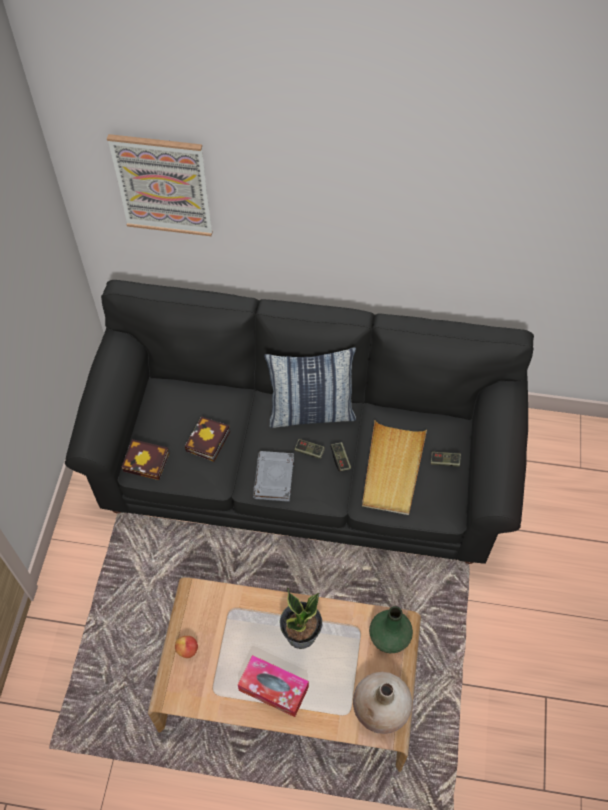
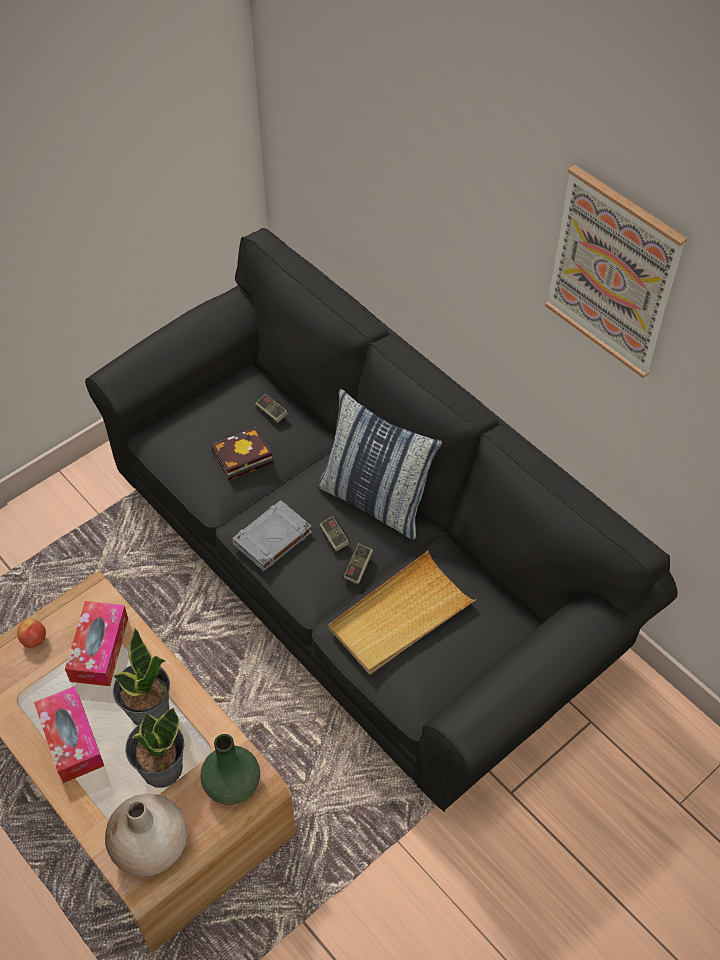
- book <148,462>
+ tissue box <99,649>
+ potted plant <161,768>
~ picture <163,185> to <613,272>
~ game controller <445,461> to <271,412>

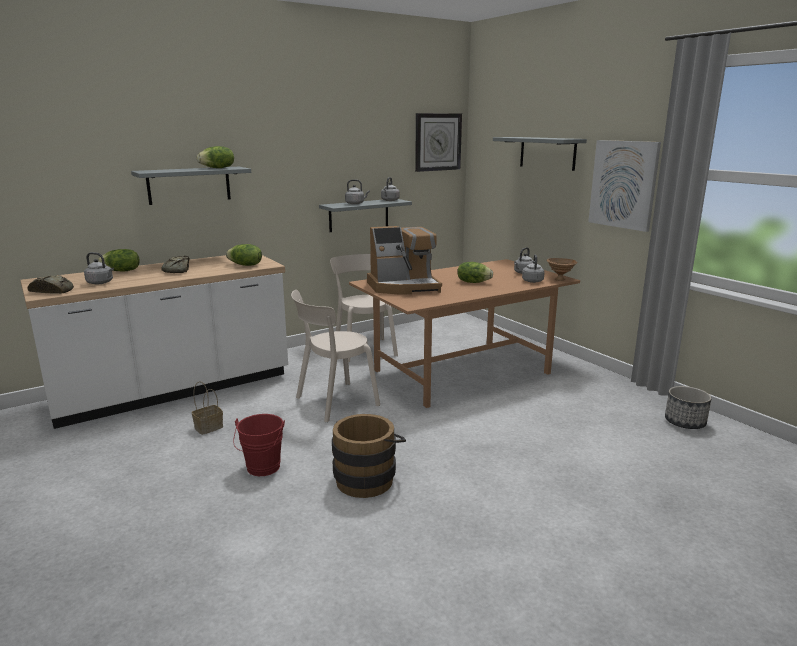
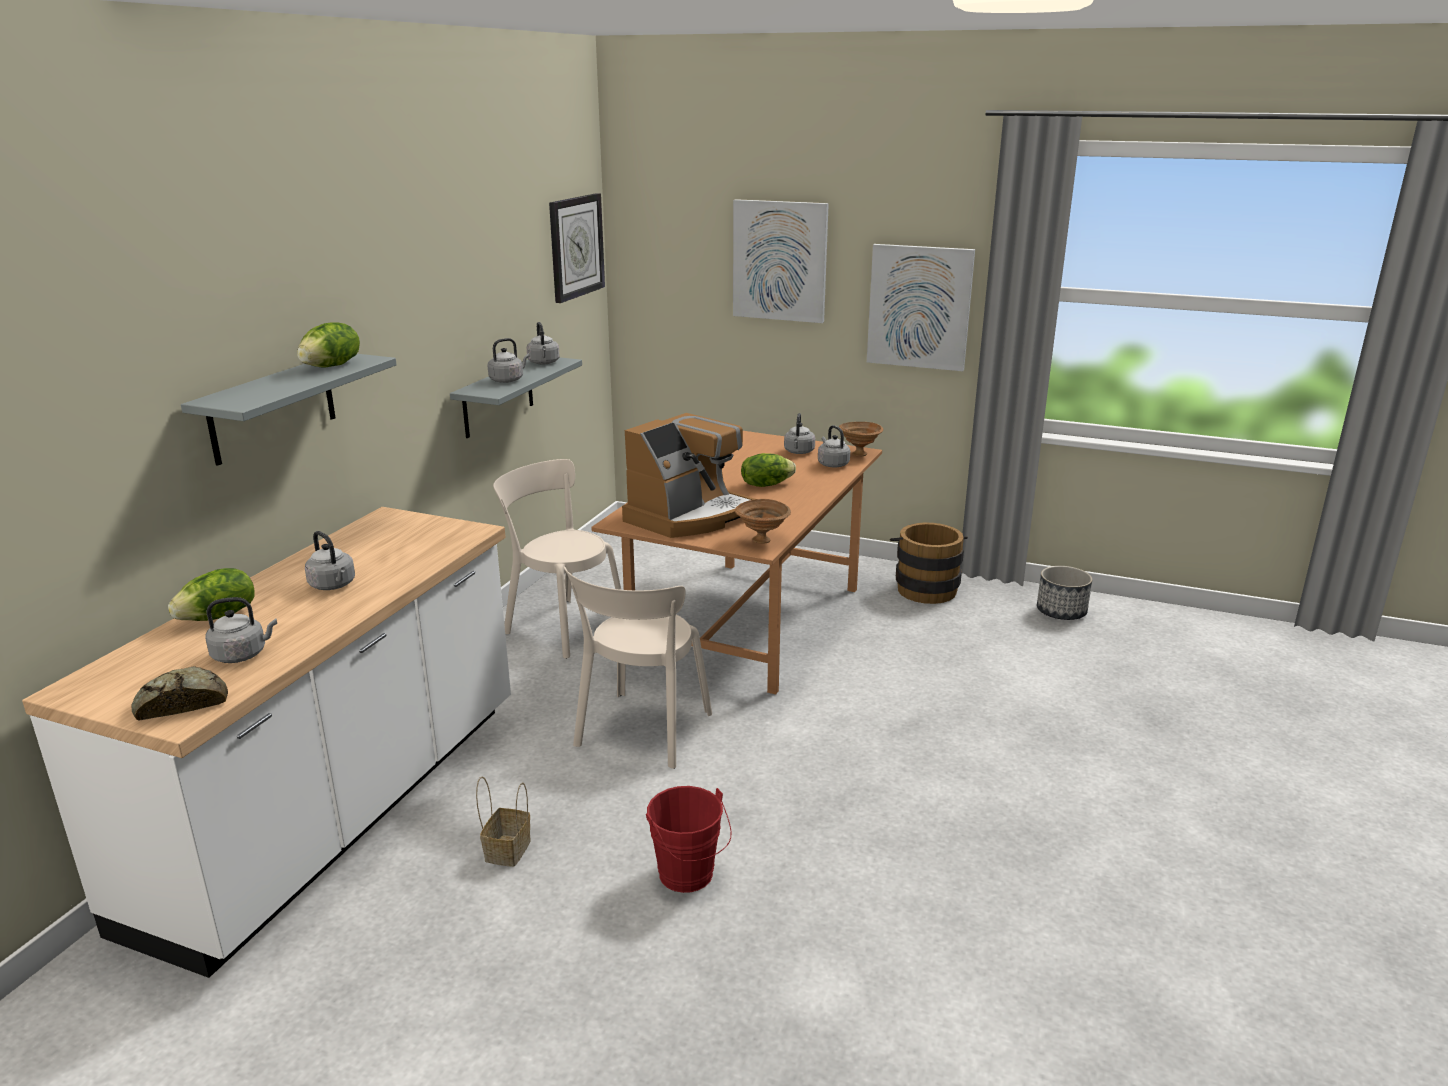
- lettuce <245,265>
+ bowl (brown) <763,540>
~ bucket (brown) <368,478> to <925,587>
~ bread <177,270> to kettle (grey) <333,585>
~ shelf (grey) <547,153> to picture <780,261>

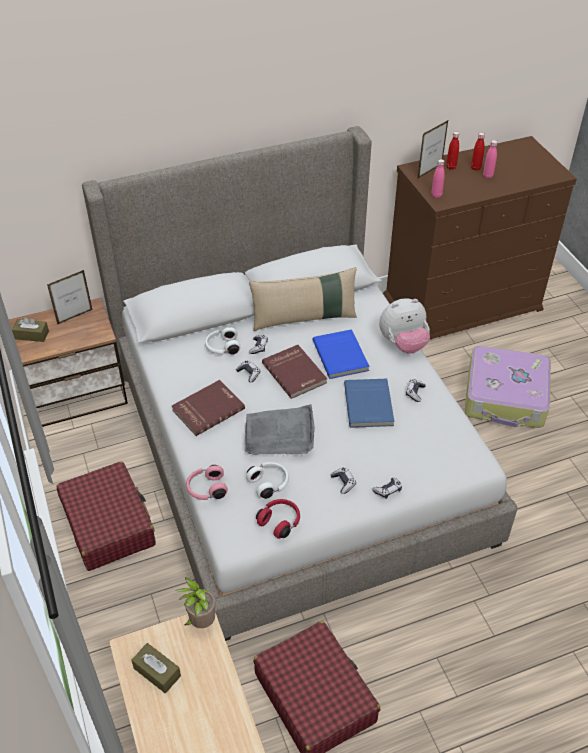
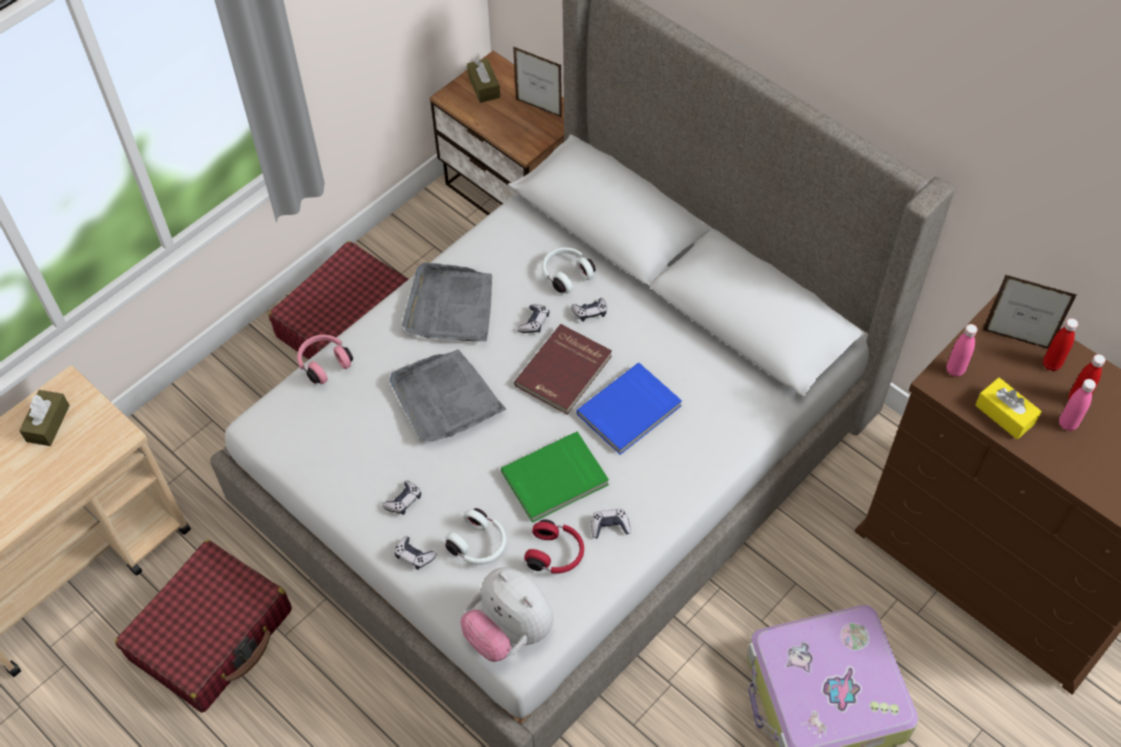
- potted plant <201,622>
- pillow (beige) <304,318>
+ tissue box (yellow) <1005,414>
~ headphones (white) <269,483> to <479,545>
~ headphones (red) <280,521> to <556,554>
~ plush toy <403,344> to <509,631>
~ book (red) <207,409> to tray (grey) <450,307>
~ book (blue) <369,404> to book (green) <555,480>

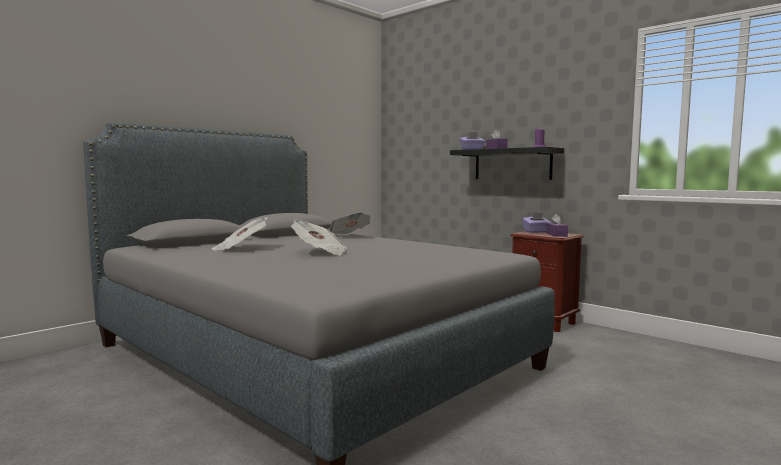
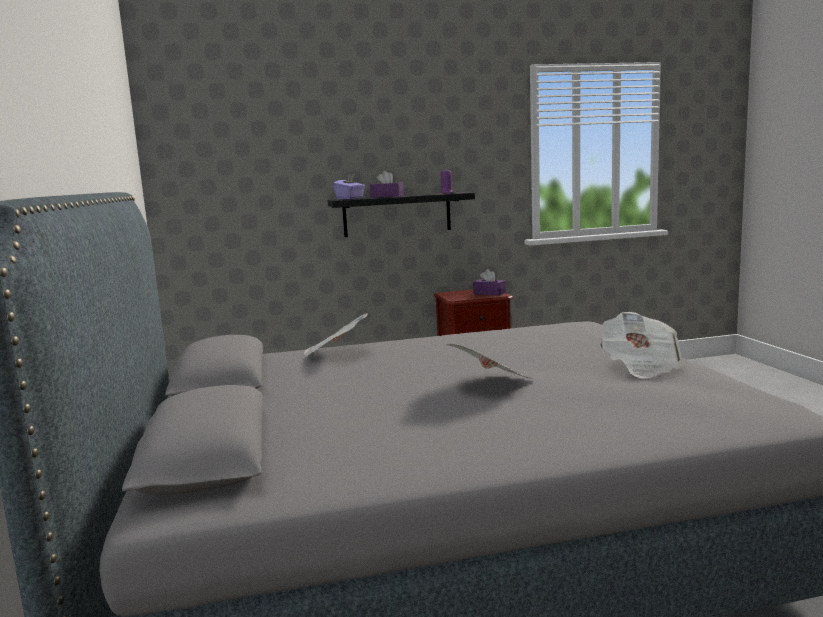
- tissue box (purple) <536,232>
~ newspaper <240,248> to <640,366>

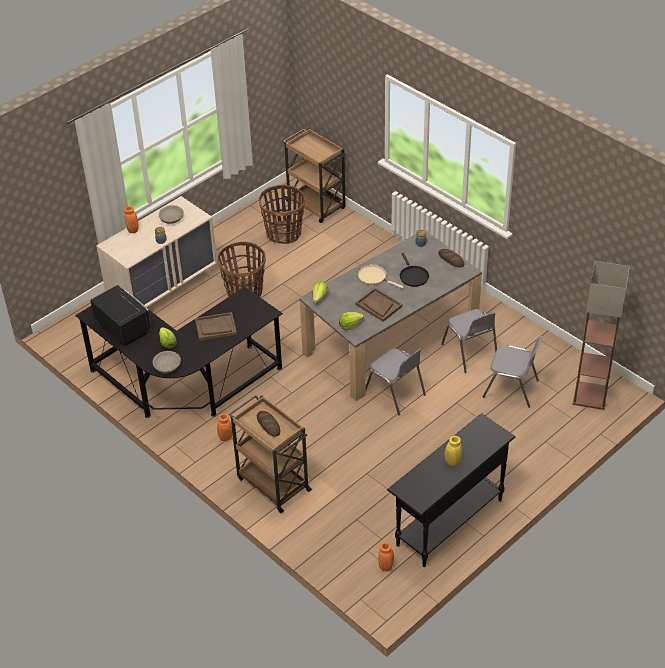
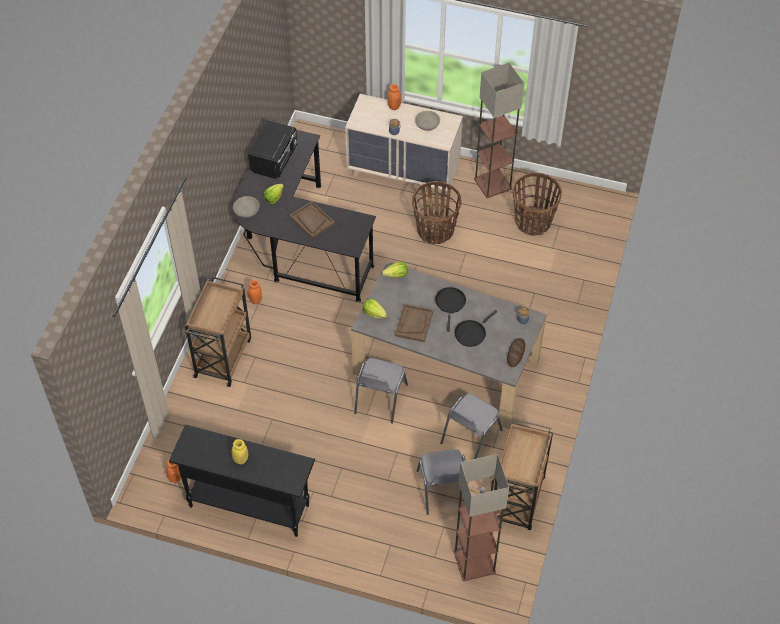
- bread <268,425>
+ floor lamp <492,183>
~ cart (brown) <316,205> to <517,500>
~ frying pan (beige) <374,277> to frying pan (black) <450,303>

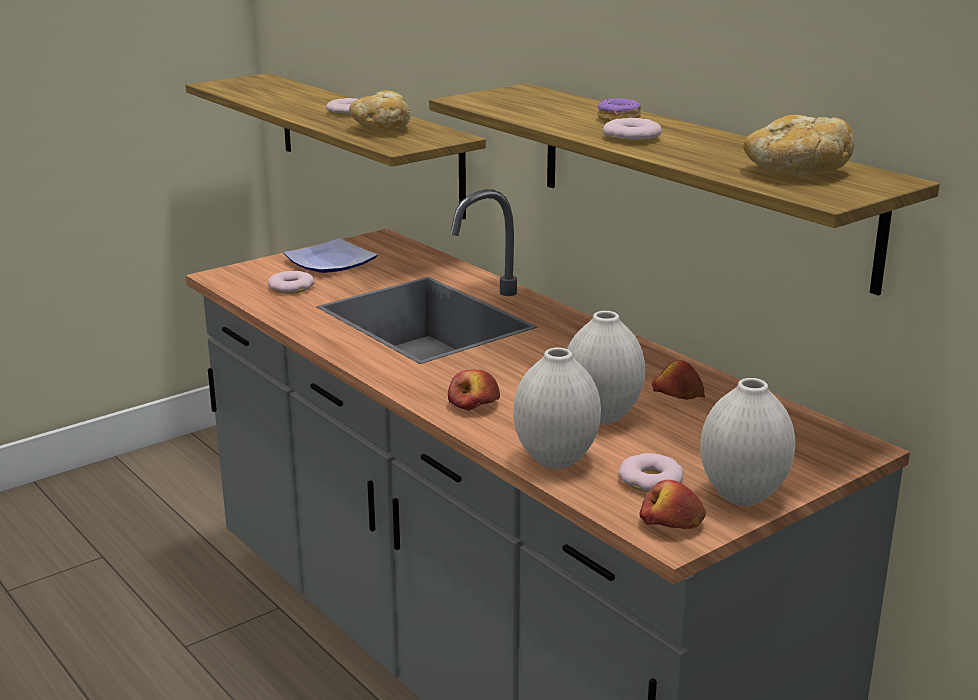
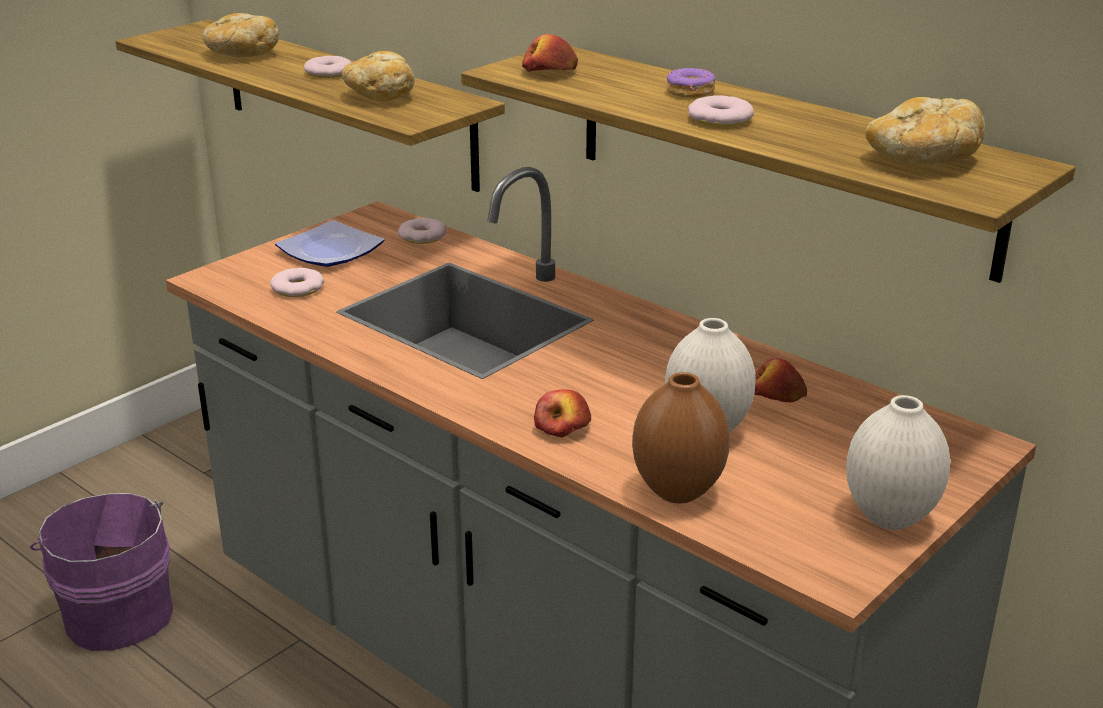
+ bucket (purple) <117,612>
+ bread <241,55>
~ donut <651,480> to <423,236>
~ apple <671,524> to <549,73>
~ vase (white) <556,460> to vase (brown) <678,491>

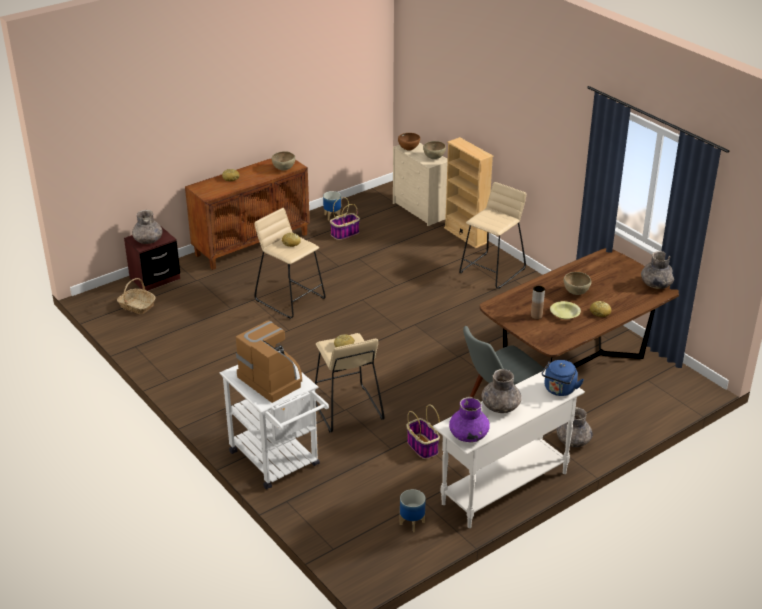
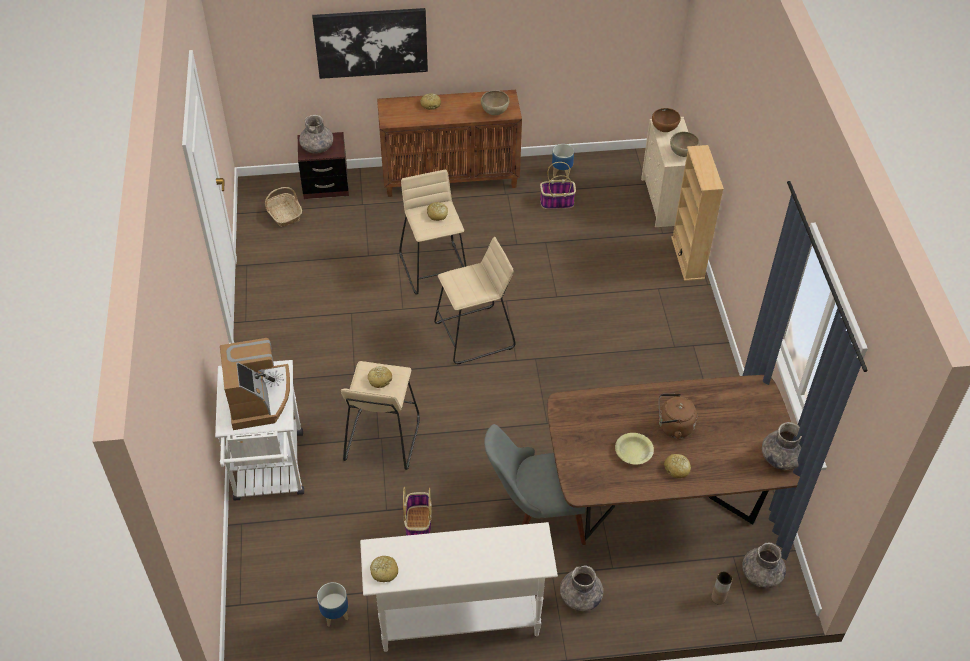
- kettle (blue) <559,390>
+ picture <371,42>
~ stool (beige) <492,271> to <474,335>
~ vase (grey) <500,407> to <761,574>
~ vase (brown) <536,316> to <718,598>
~ vase (purple) <468,435> to bread <384,571>
~ bowl (brown) <575,293> to kettle (brown) <673,426>

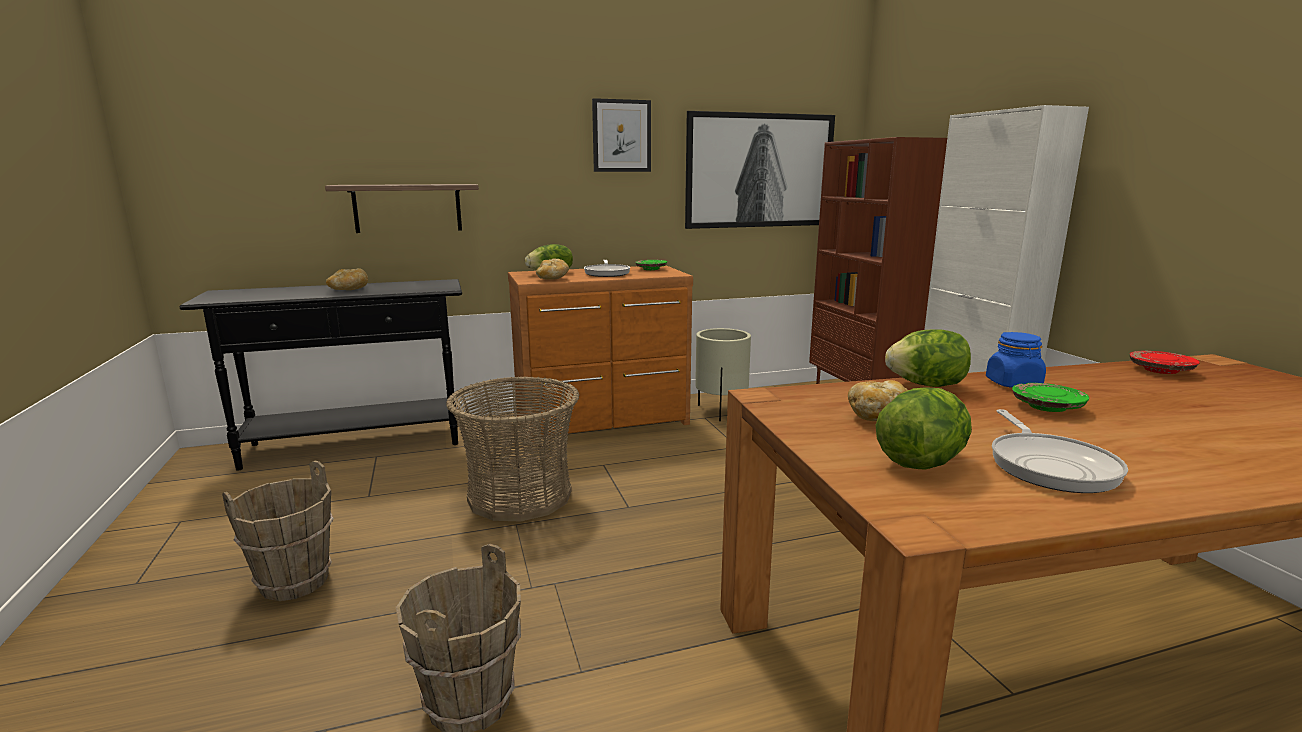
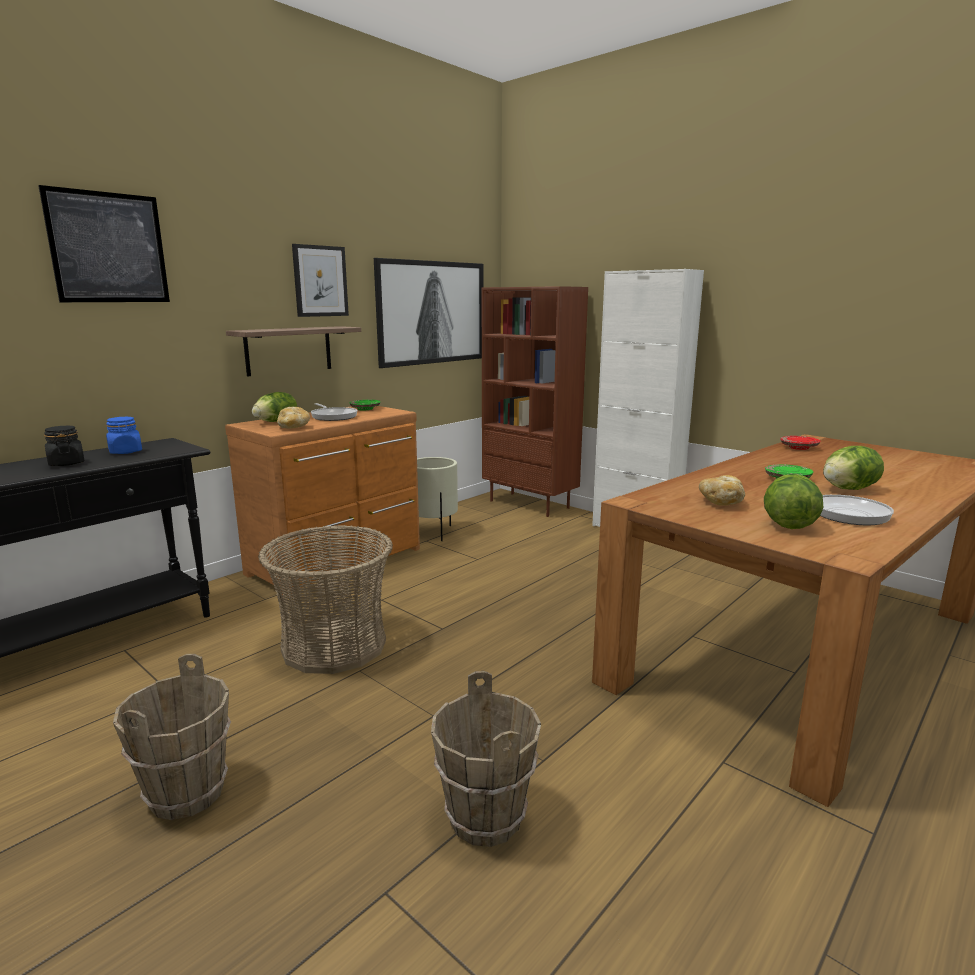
+ picture <108,248>
~ shelf <407,208> to <289,350>
~ lettuce <926,385> to <848,489>
~ jar (blue) <1013,384> to <125,452>
~ bread <349,290> to jar (black) <66,463>

